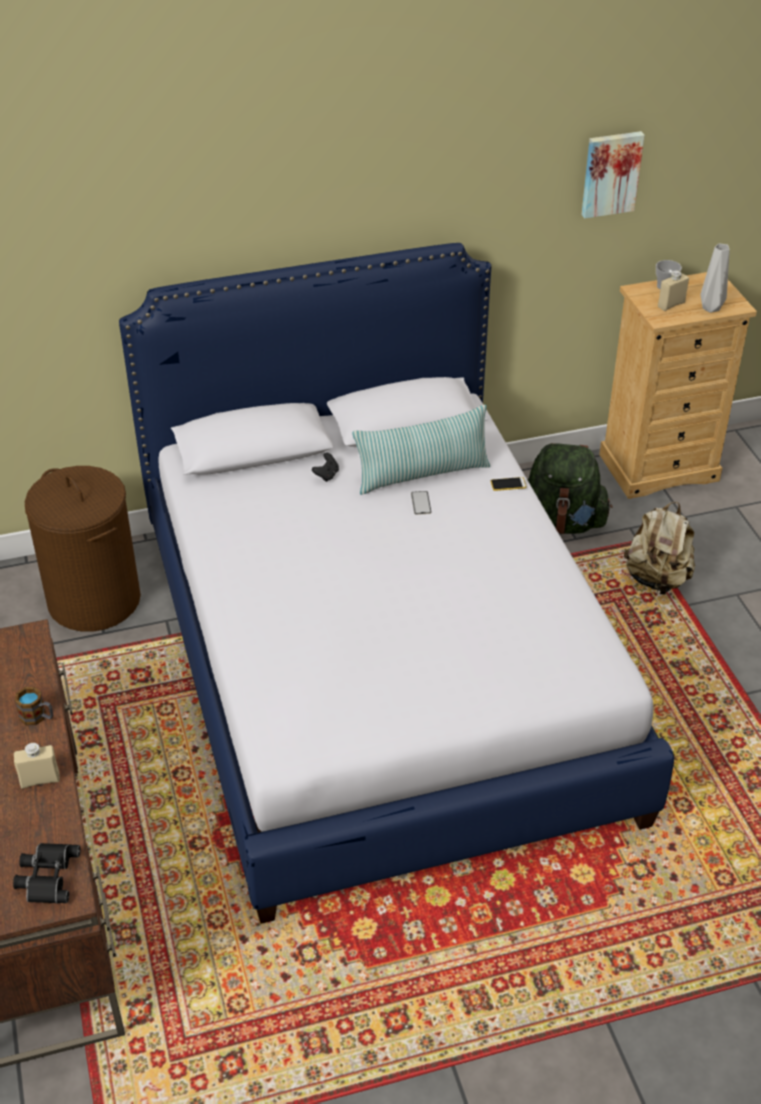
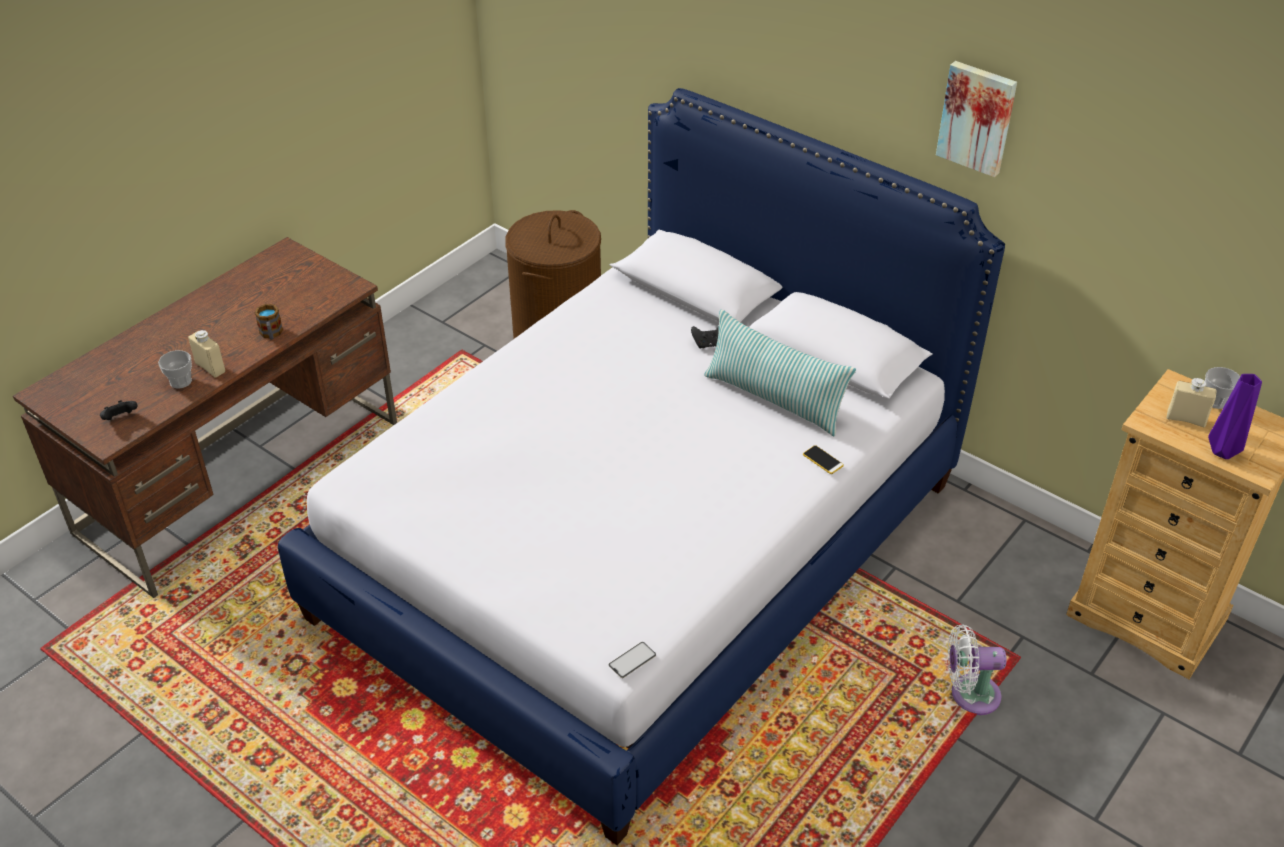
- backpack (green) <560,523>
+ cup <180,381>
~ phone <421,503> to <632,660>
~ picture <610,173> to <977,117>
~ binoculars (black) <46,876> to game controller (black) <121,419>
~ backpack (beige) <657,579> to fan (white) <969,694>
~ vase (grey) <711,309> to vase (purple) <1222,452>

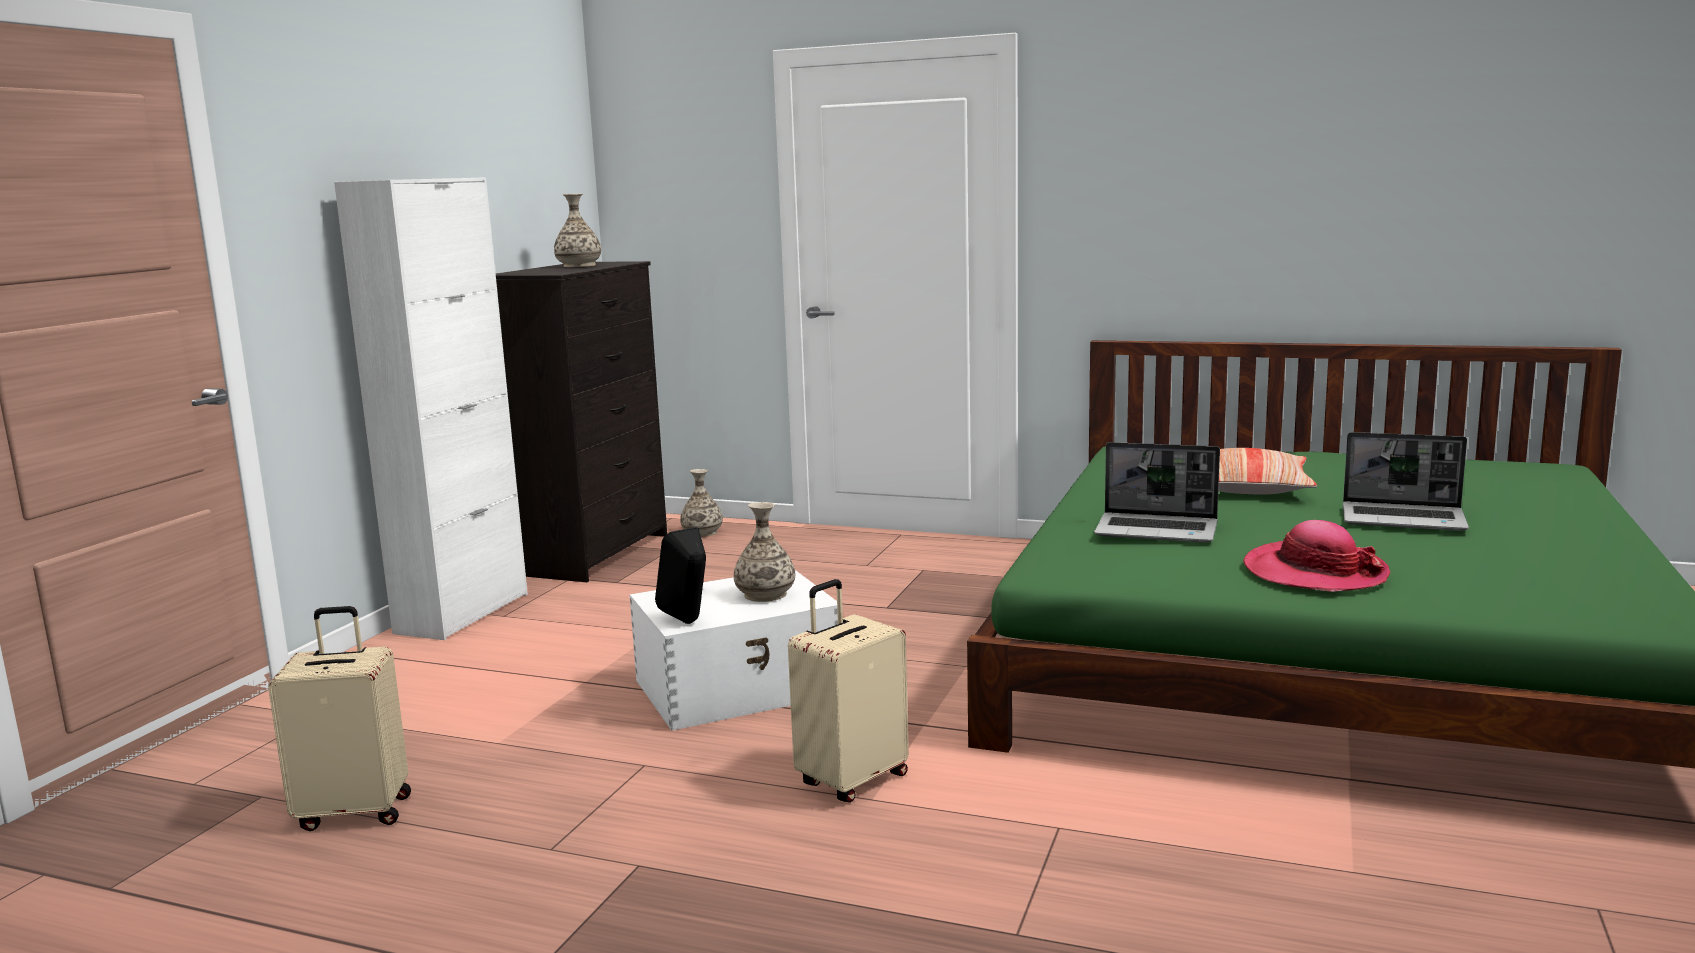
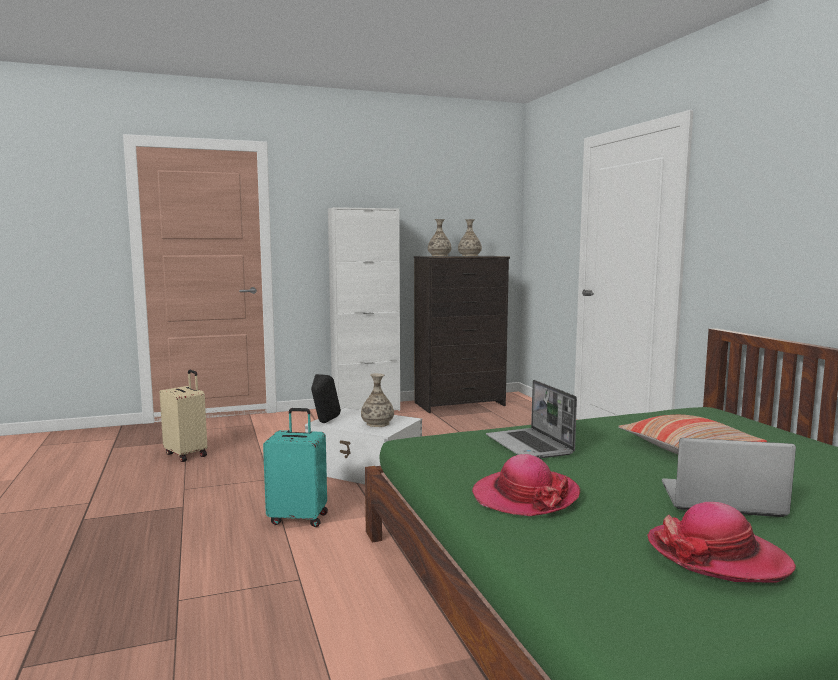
+ hat <717,556>
~ vase <702,533> to <439,256>
~ suitcase (beige) <851,780> to suitcase (turquoise) <299,518>
~ laptop <1404,519> = <719,501> 120 degrees clockwise

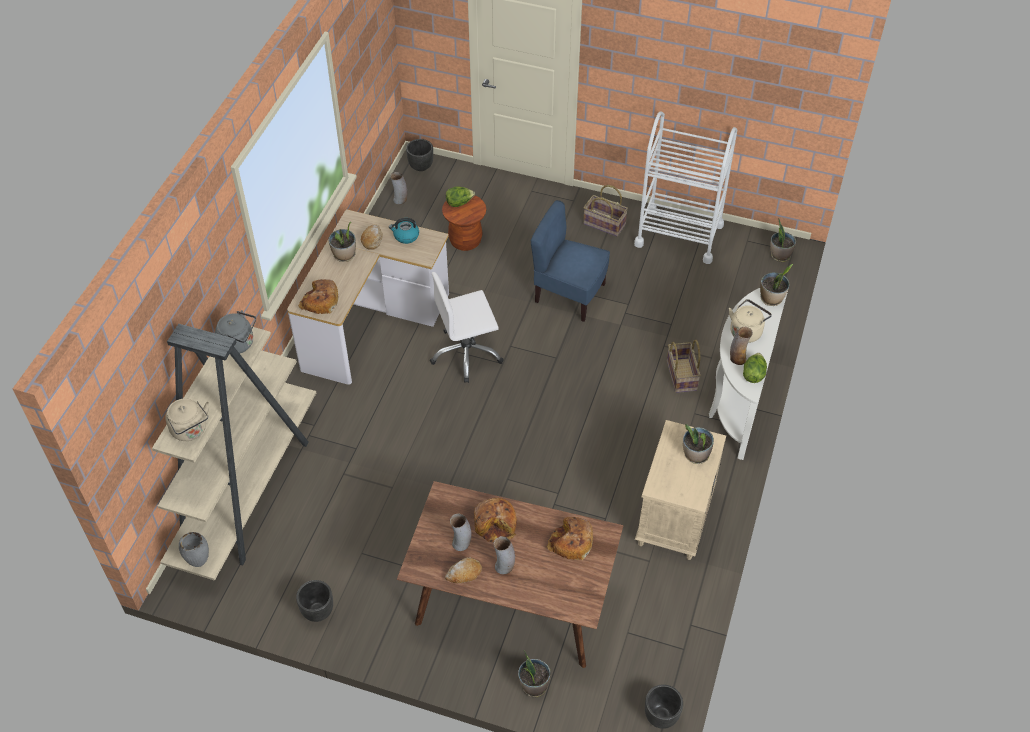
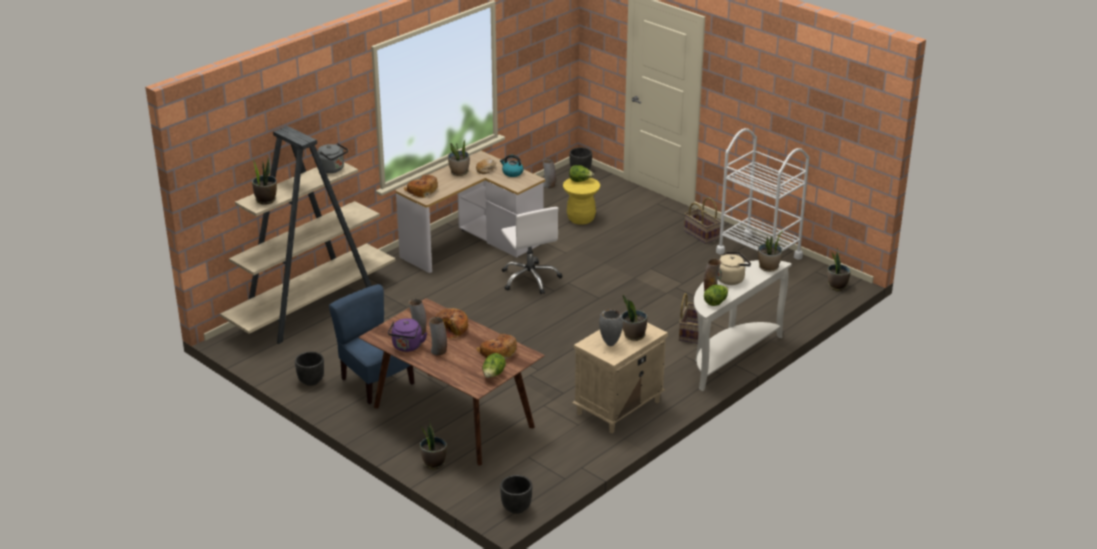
+ lettuce <493,375>
~ vase (grey) <199,564> to <610,345>
~ chair (blue) <569,294> to <376,382>
~ kettle (beige) <191,431> to potted plant <266,200>
~ bread <464,574> to kettle (purple) <407,347>
~ stool (brown) <465,241> to stool (yellow) <581,219>
~ office chair (white) <466,354> = <530,279> 120 degrees counterclockwise

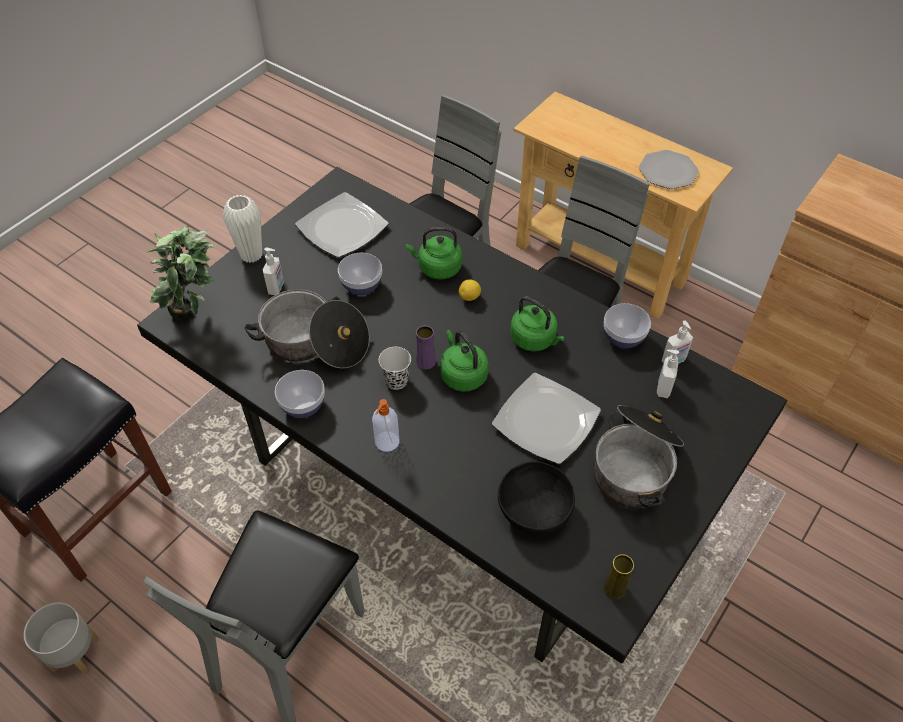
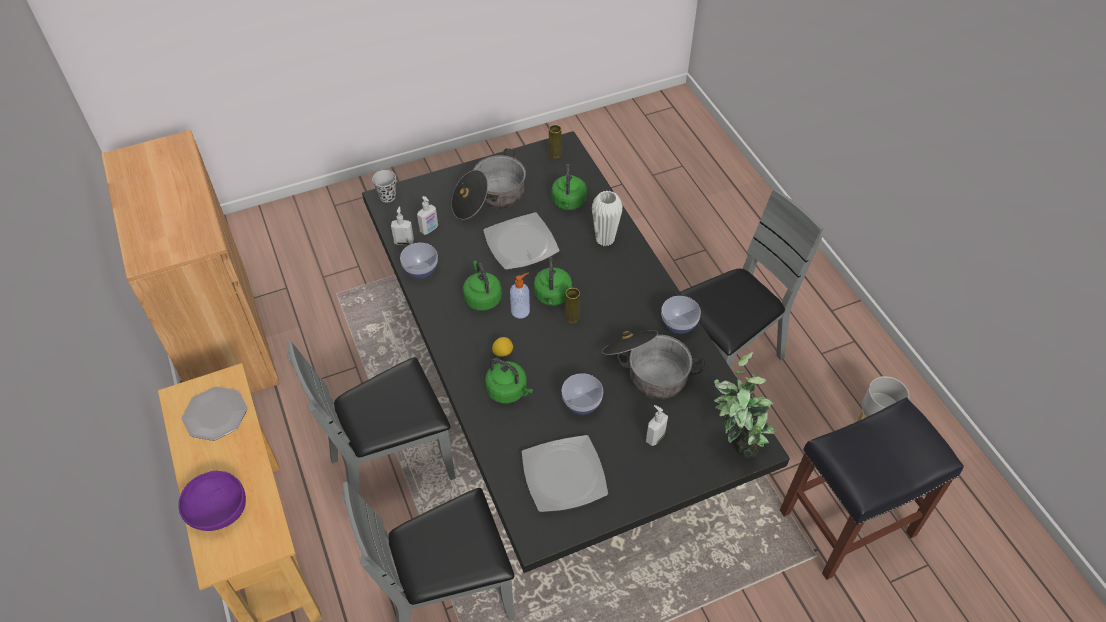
+ bowl (purple) <217,511>
~ vase (white) <251,255> to <605,239>
~ soap dispenser <386,442> to <521,311>
~ cup (black) <396,381> to <387,196>
~ bowl (black) <533,510> to kettle (green) <568,203>
~ vase (purple) <426,362> to vase (yellow) <572,317>

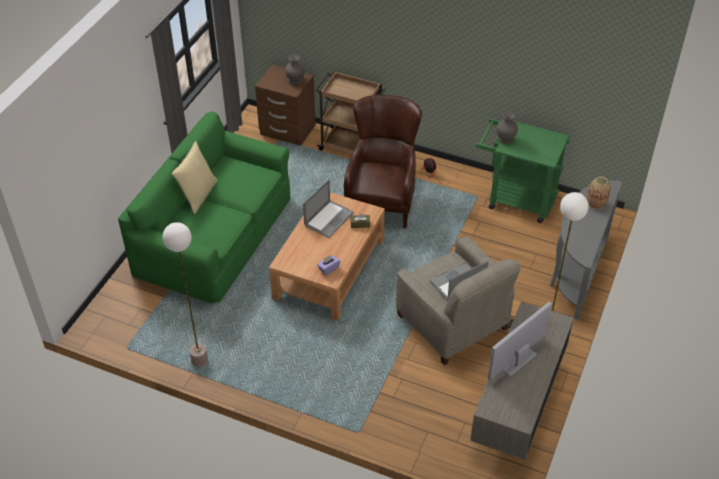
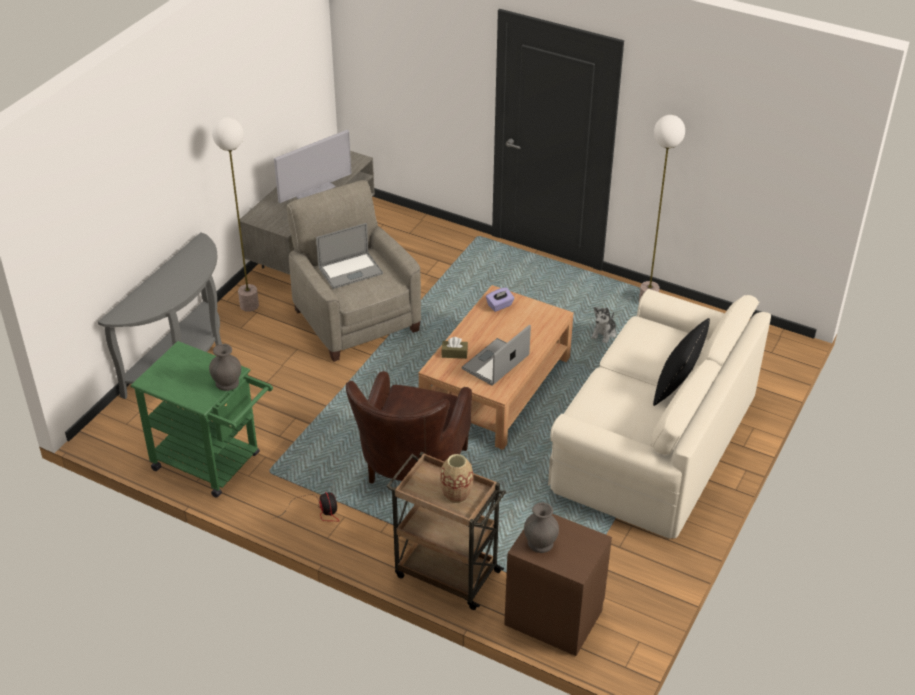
+ plush toy <604,334>
~ vase <596,204> to <456,494>
~ sofa (green) <215,235> to sofa (beige) <653,441>
~ pillow (beige) <198,195> to pillow (black) <677,387>

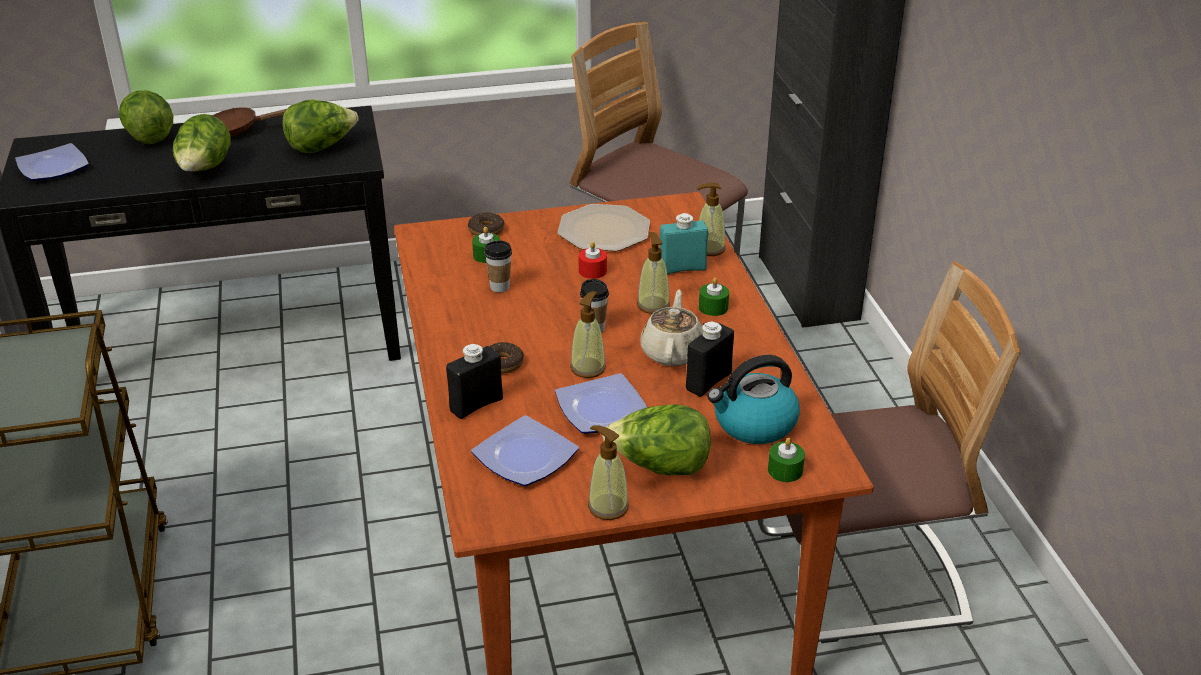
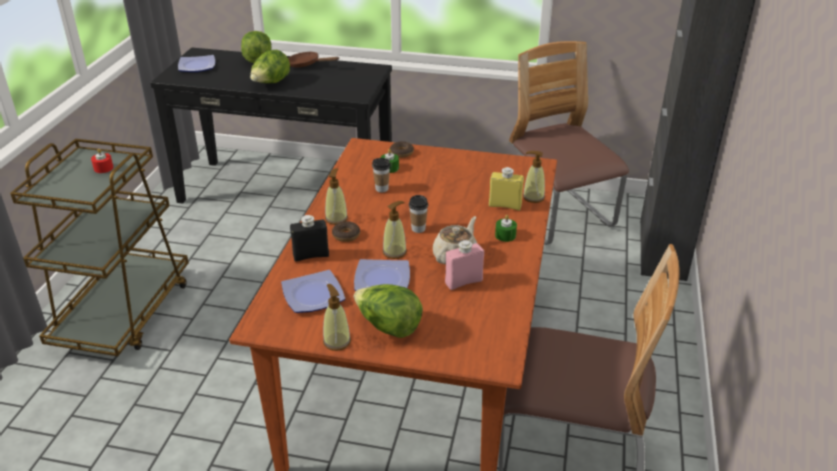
- lettuce <321,147>
- plate <603,230>
- kettle <753,424>
- candle (green) <785,470>
~ candle (red) <592,271> to <103,168>
~ soap dispenser <653,305> to <336,218>
~ bottle (turquoise) <682,268> to bottle (yellow) <505,205>
~ bottle (black) <708,381> to bottle (pink) <463,282>

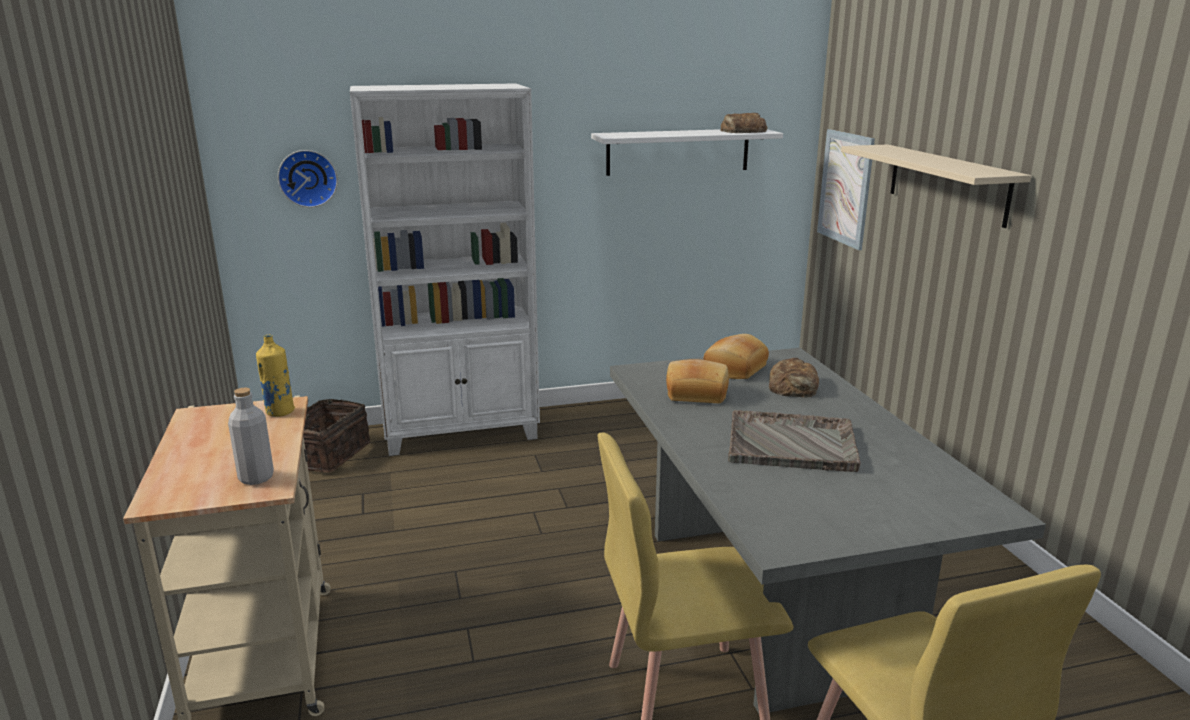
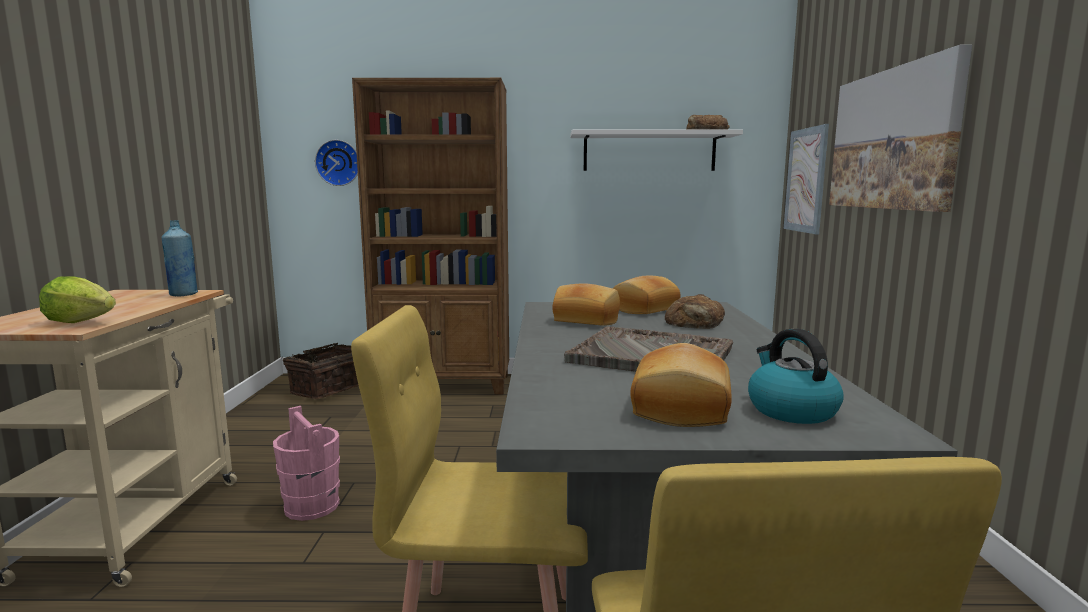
+ bucket (pink) <312,506>
+ bread <683,408>
+ kettle <790,410>
~ bottle (grey) <256,477> to lettuce <81,322>
~ shelf (beige) <947,183> to picture <892,139>
~ bottle (yellow) <280,412> to bottle (blue) <183,294>
~ bookcase (white) <462,432> to bookcase (brown) <445,384>

